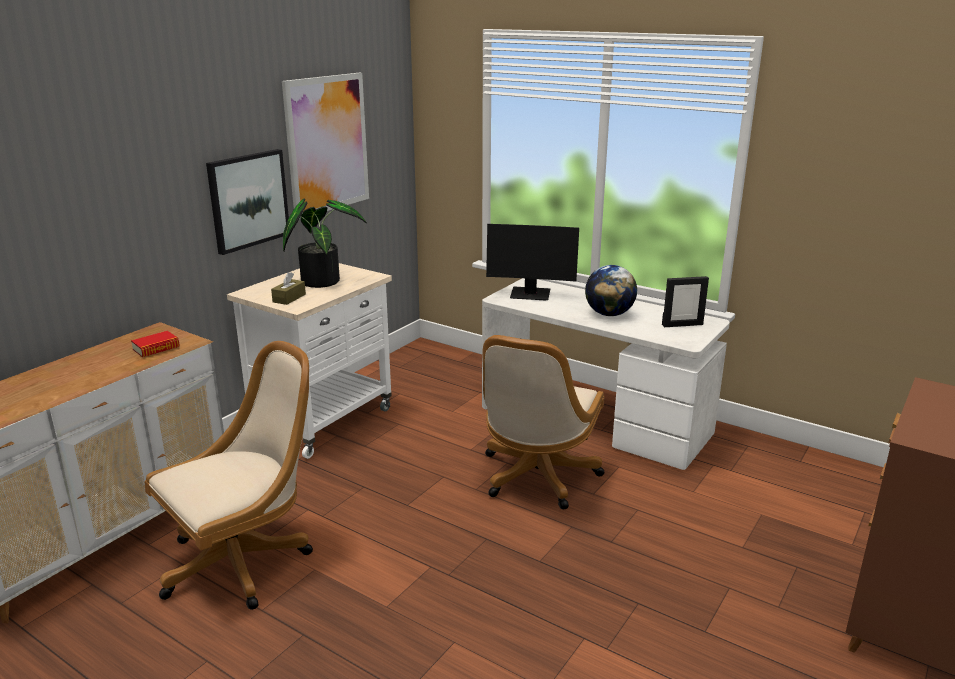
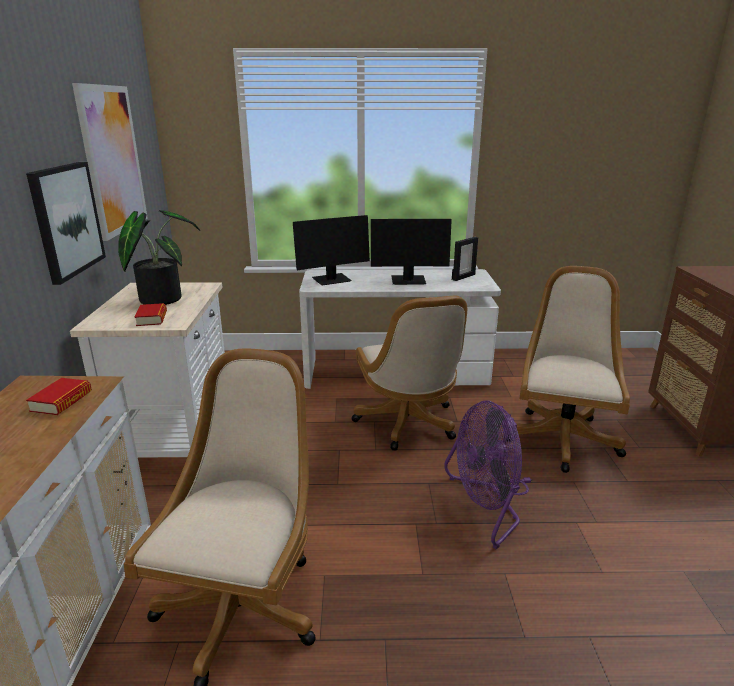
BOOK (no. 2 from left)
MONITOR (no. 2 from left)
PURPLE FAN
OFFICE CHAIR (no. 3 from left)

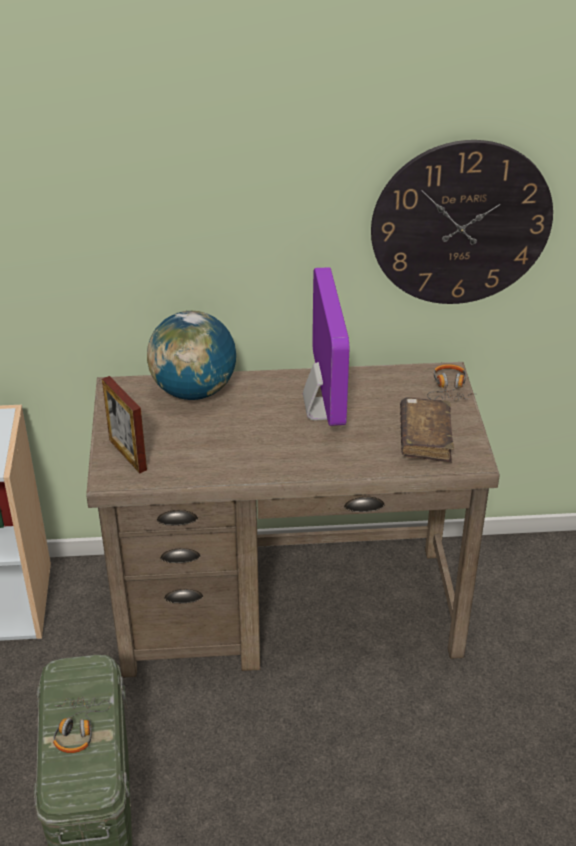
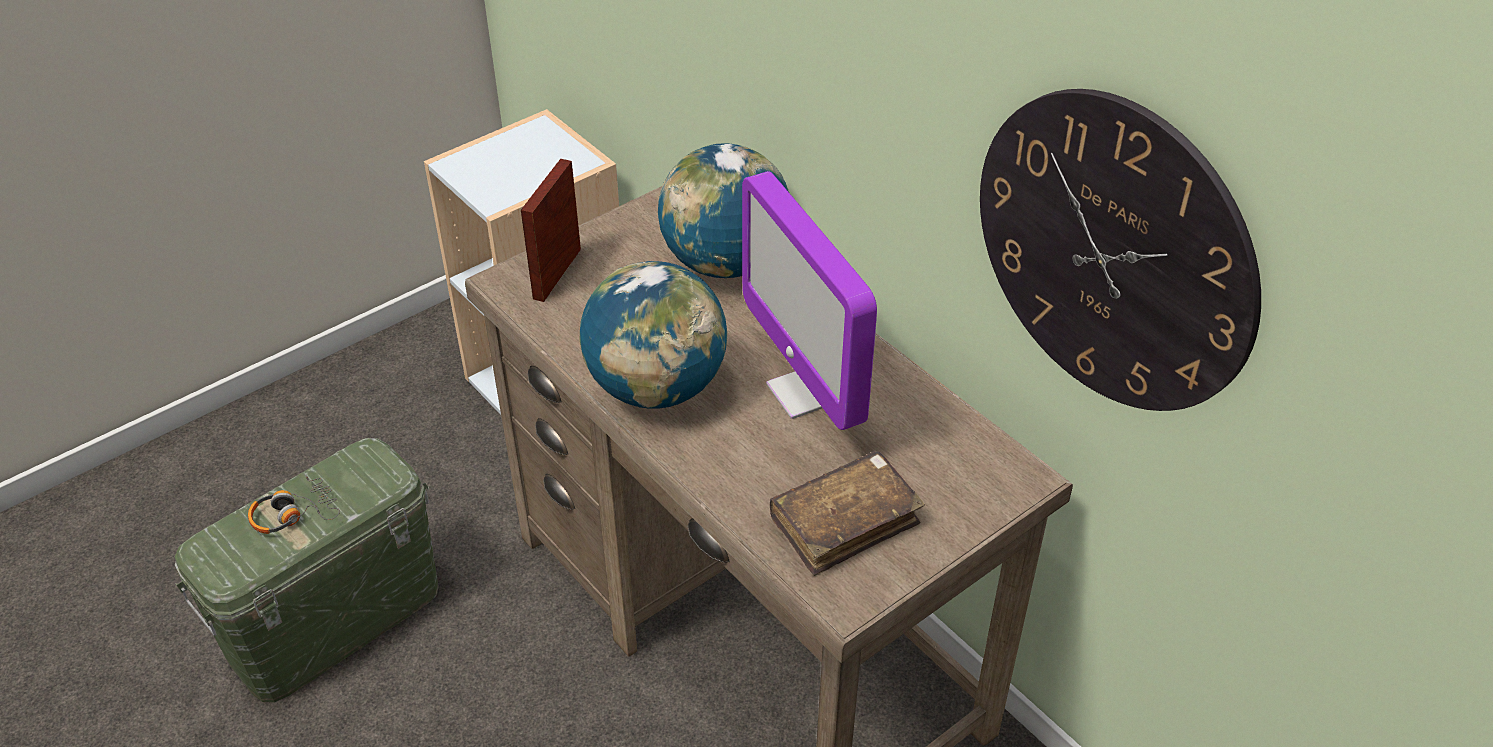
MONITOR
HEADPHONES (no. 2 from left in the first image)
GLOBE (no. 1 from left)

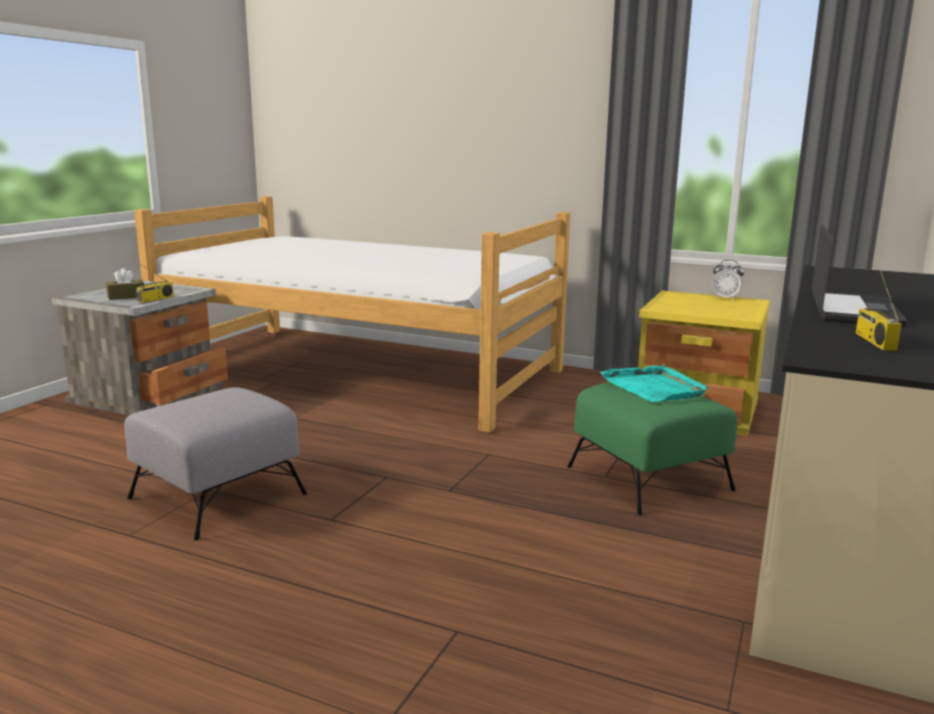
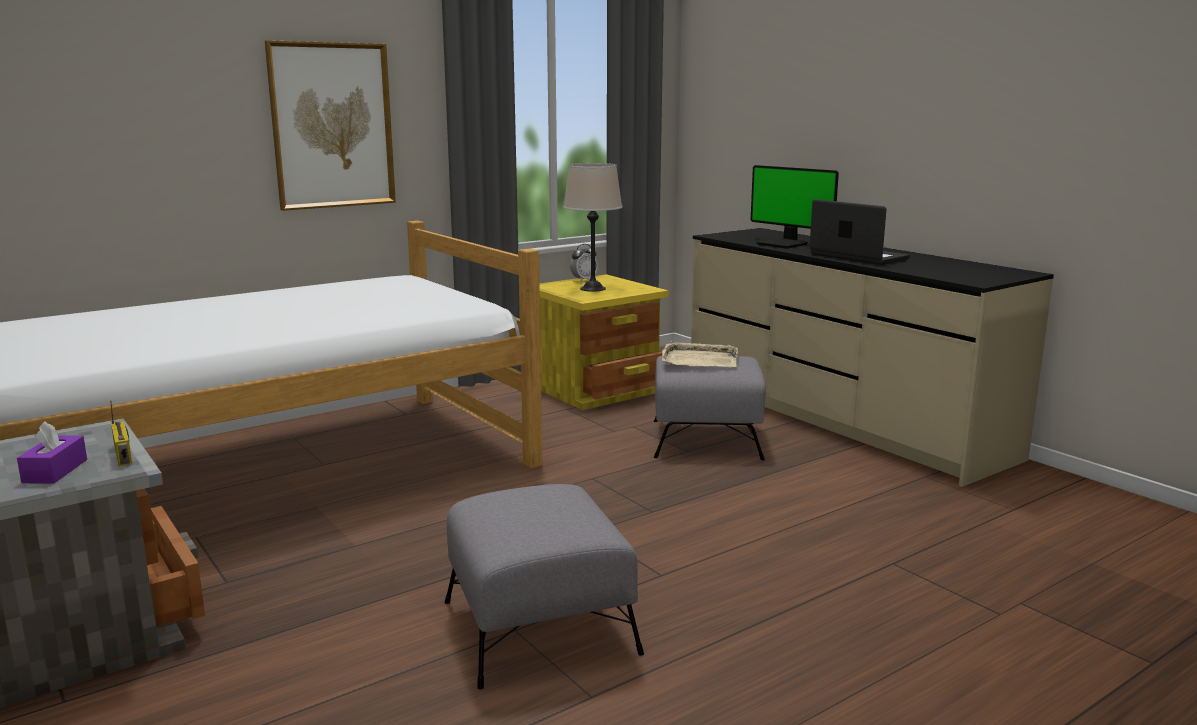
PURPLE TISSUE BOX
GREY OTTOMAN (no. 2 from left)
BEIGE TRAY
RADIO (no. 2 from left in the first image)
PICTURE
BEIGE TABLE LAMP
MONITOR

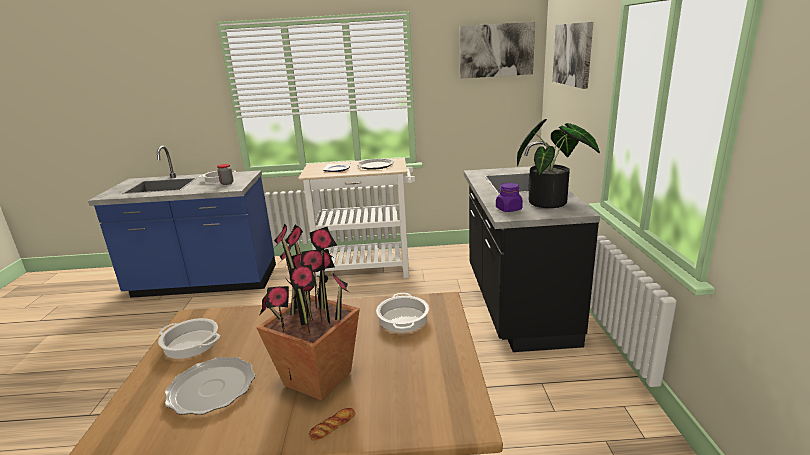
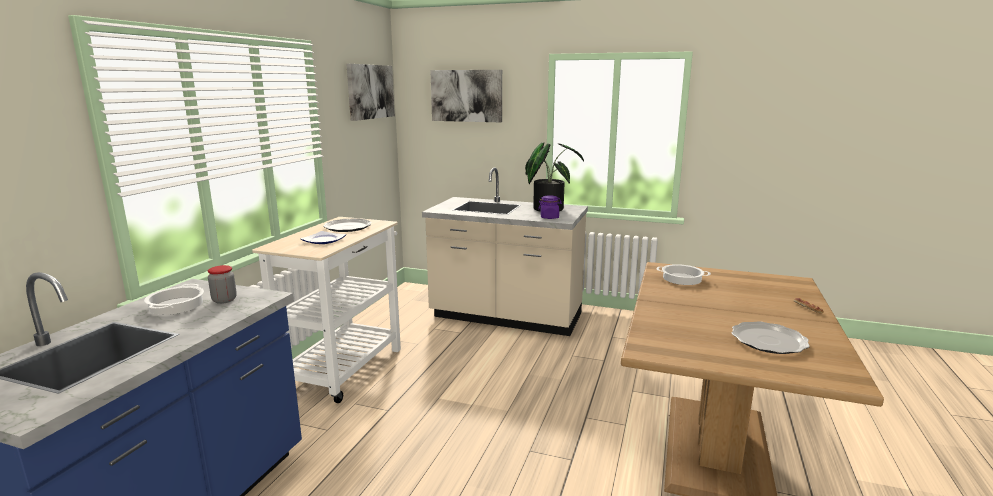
COOKING POT (no. 1 from left in the first image)
POTTED PLANT (no. 1 from left in the first image)
BEIGE COUNTER

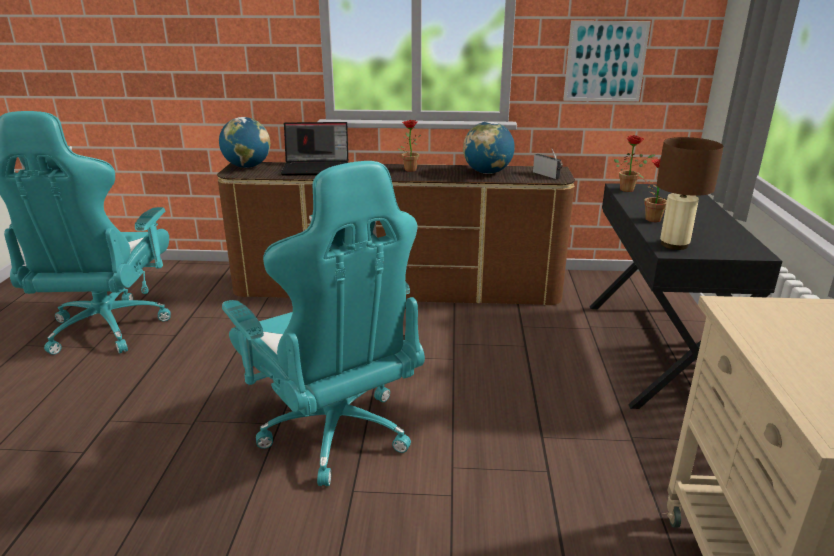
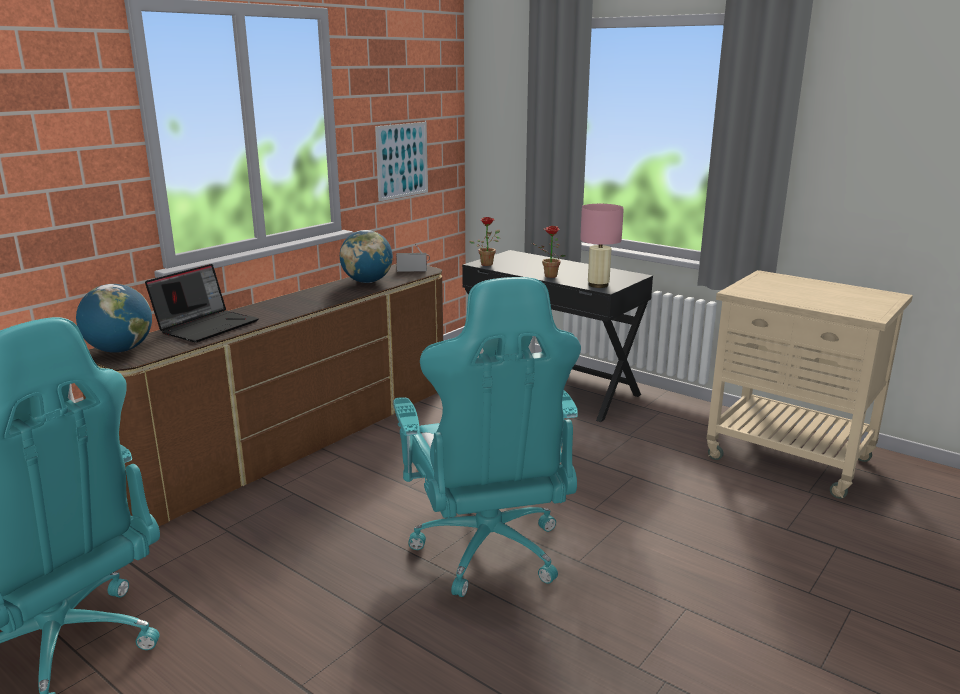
TURQUOISE OFFICE CHAIR (no. 2 from left)
POTTED PLANT (no. 1 from left in the first image)
PINK TABLE LAMP

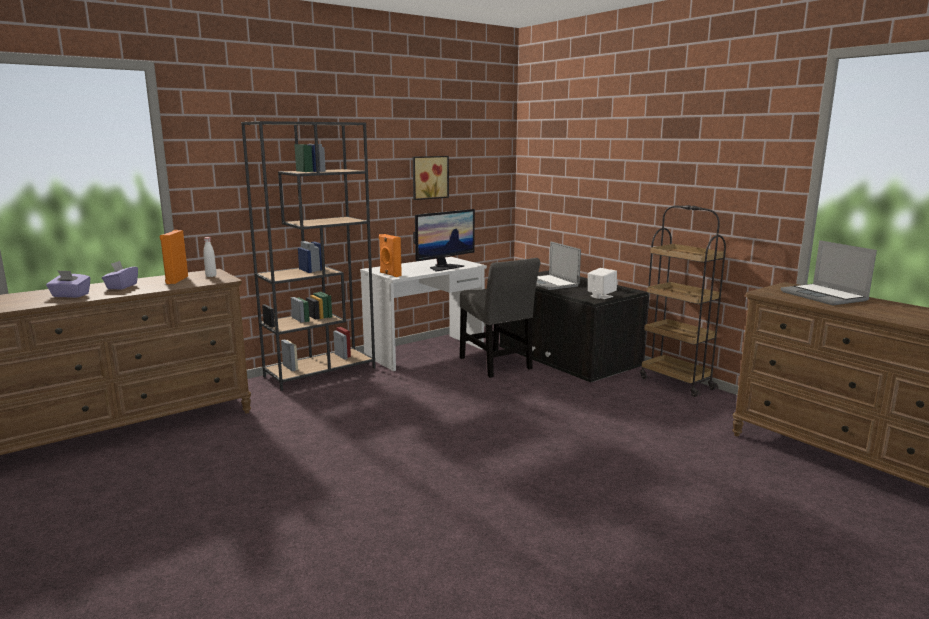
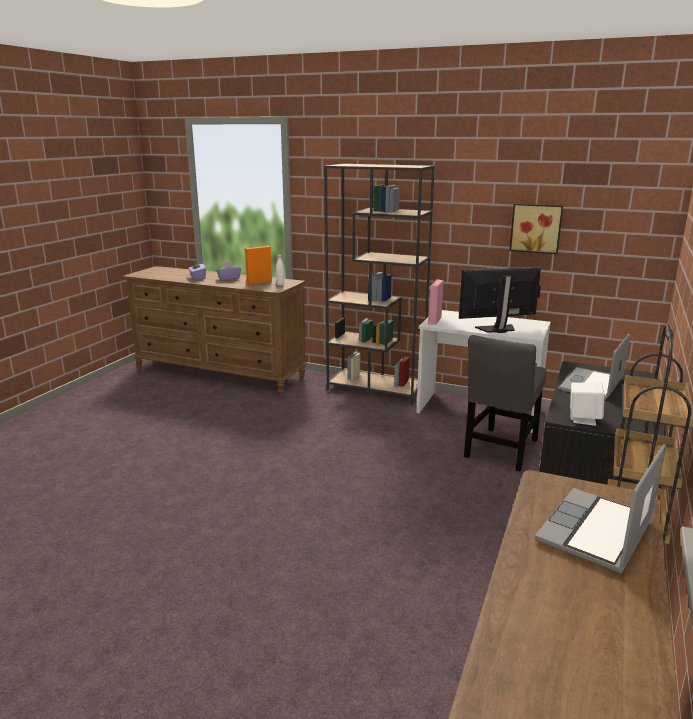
PINK SPEAKER
MONITOR

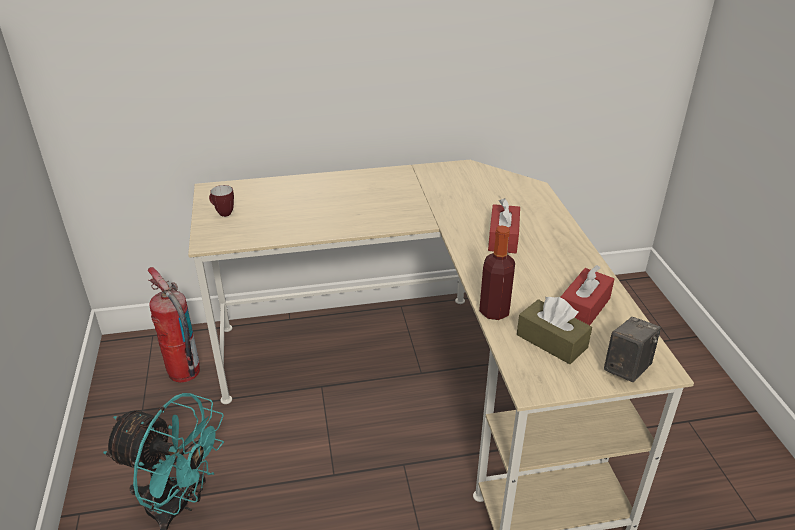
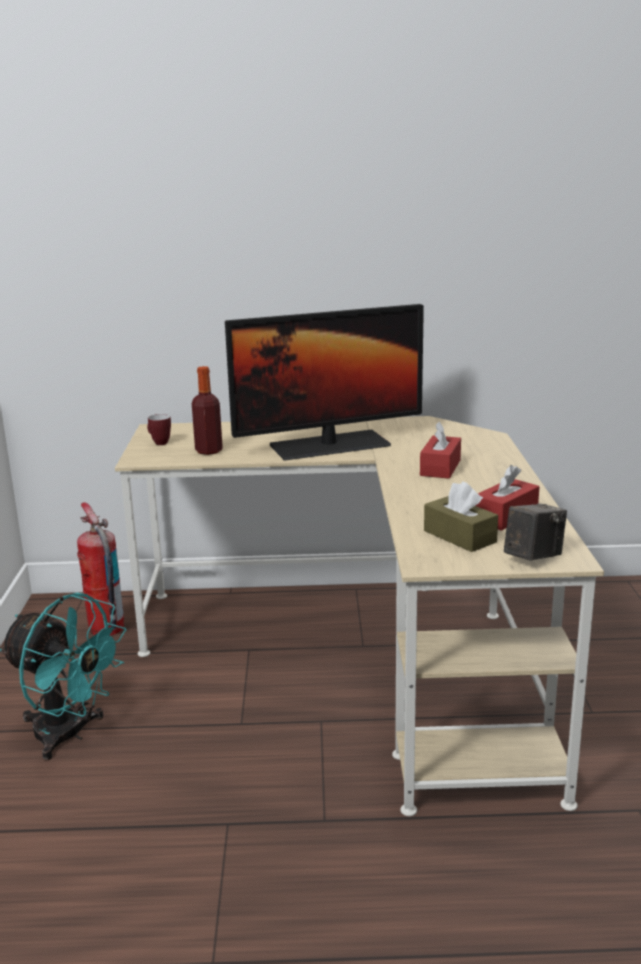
BOTTLE
MONITOR

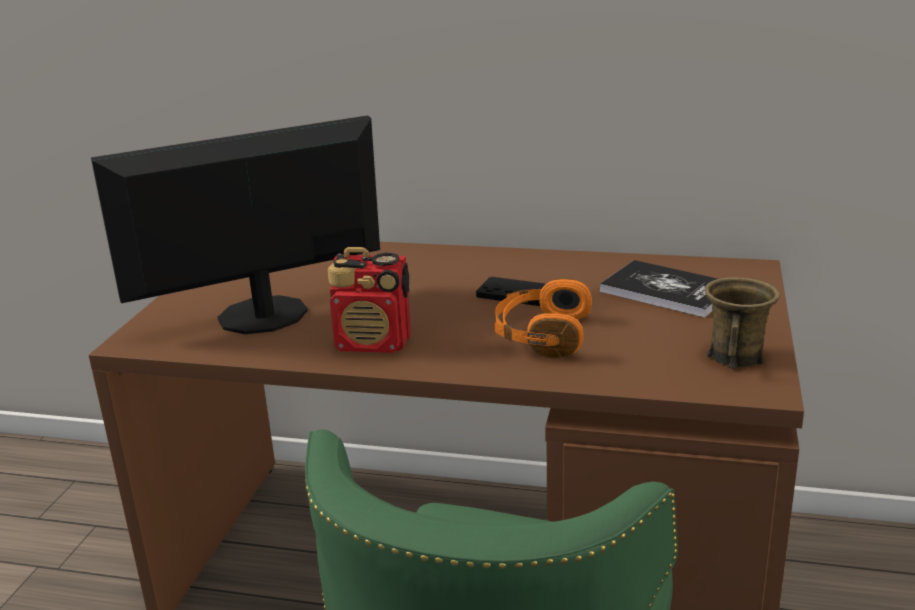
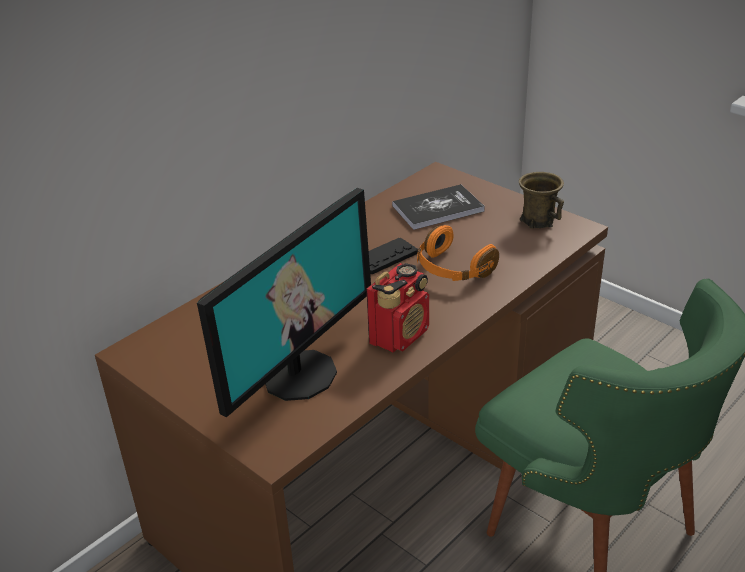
MONITOR

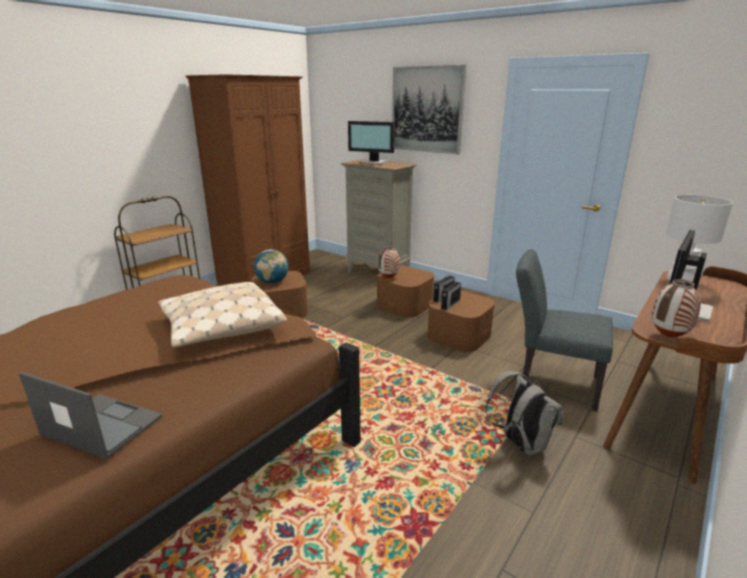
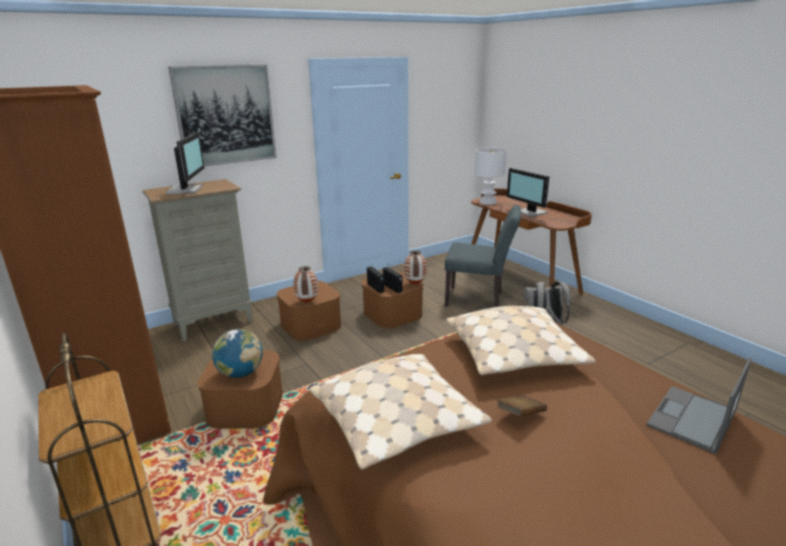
MONITOR (no. 1 from left)
GREY CHAIR
VASE (no. 2 from left)
BEIGE PILLOW (no. 1 from left)
BROWN BOOK

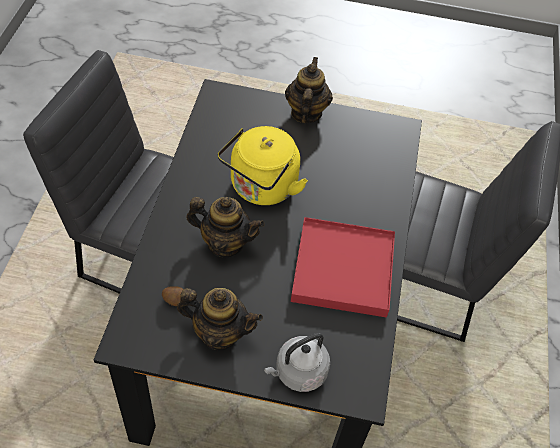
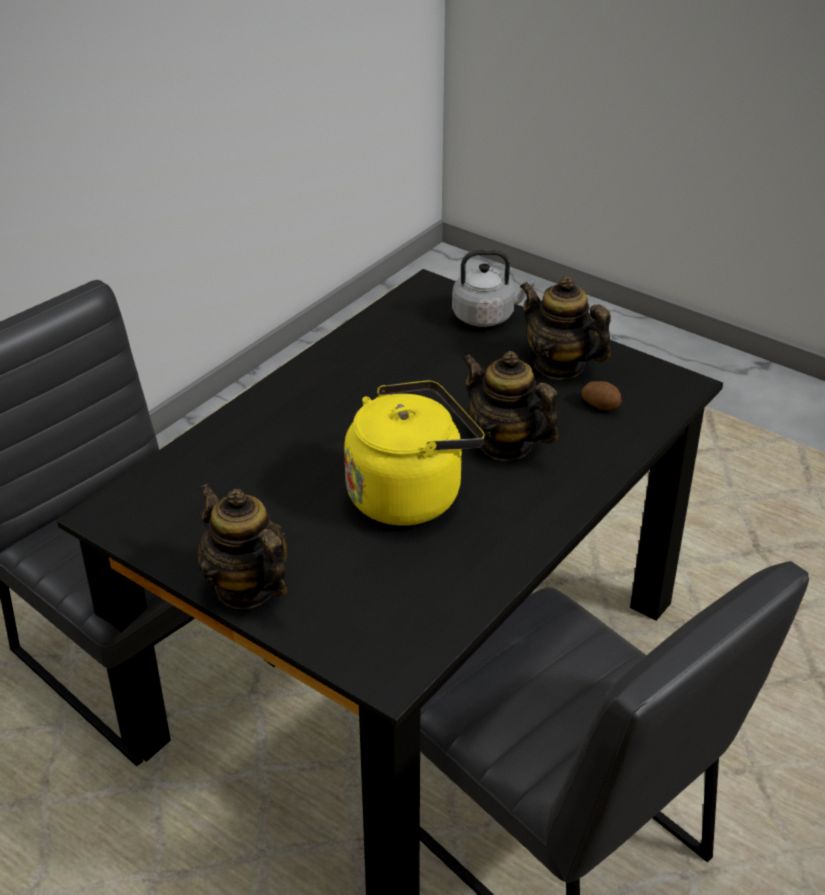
TEAPOT (no. 1 from left)
RED TRAY

